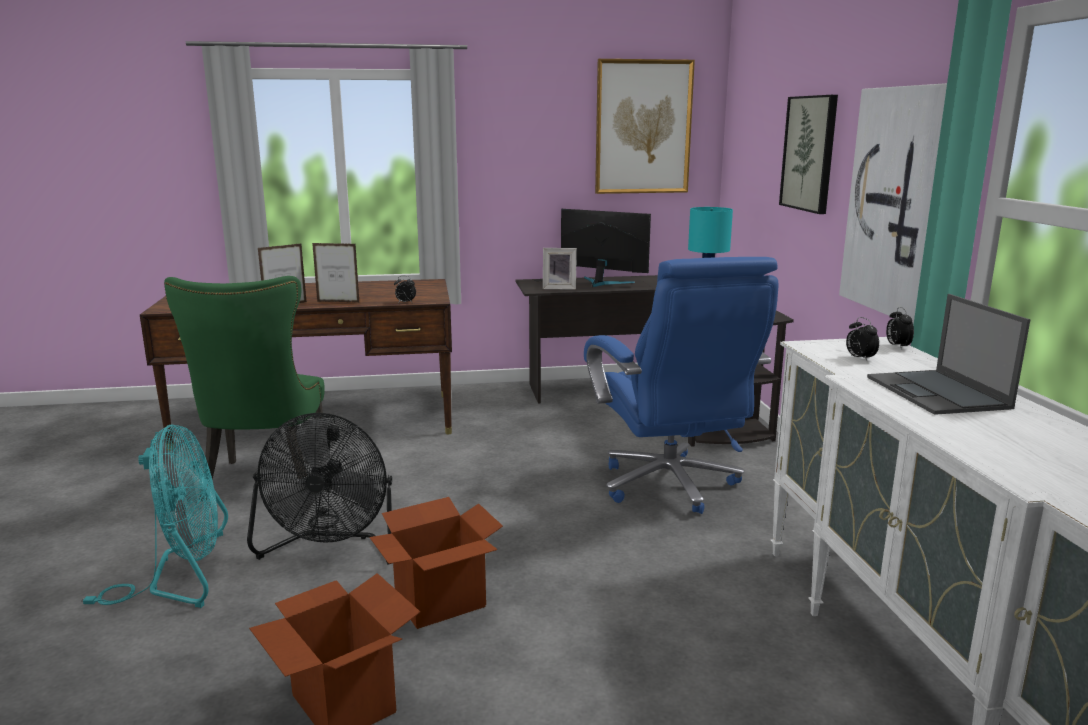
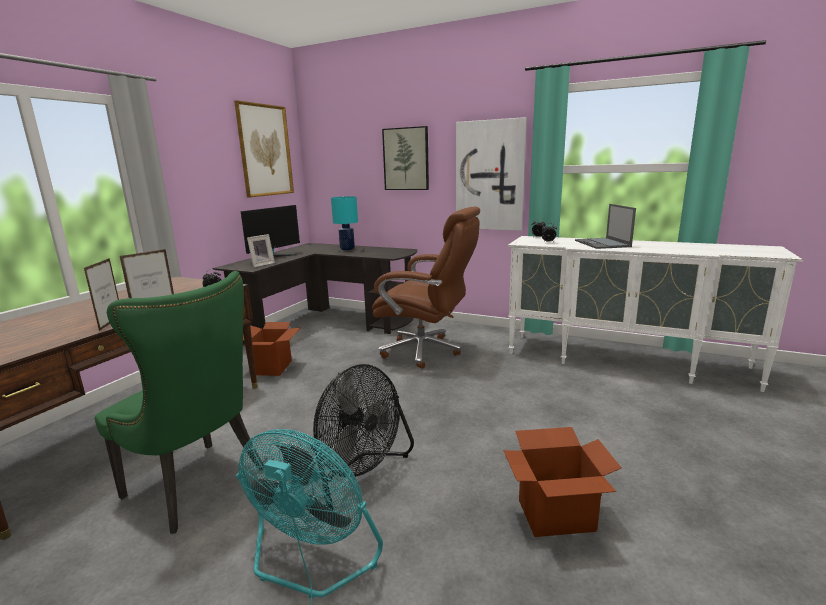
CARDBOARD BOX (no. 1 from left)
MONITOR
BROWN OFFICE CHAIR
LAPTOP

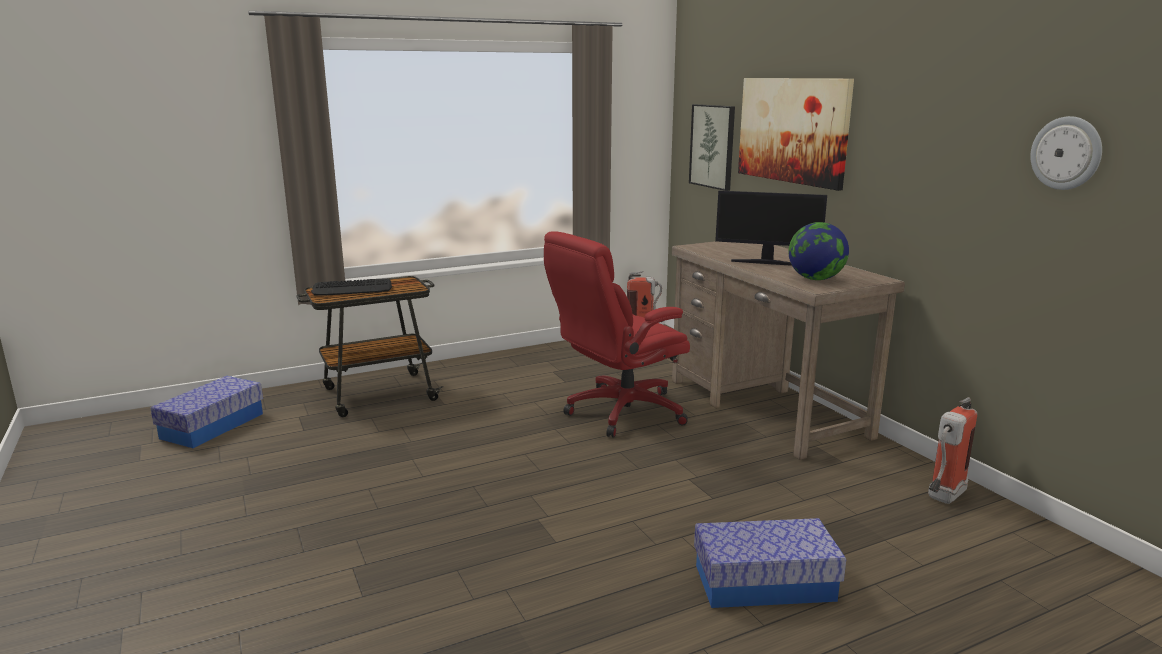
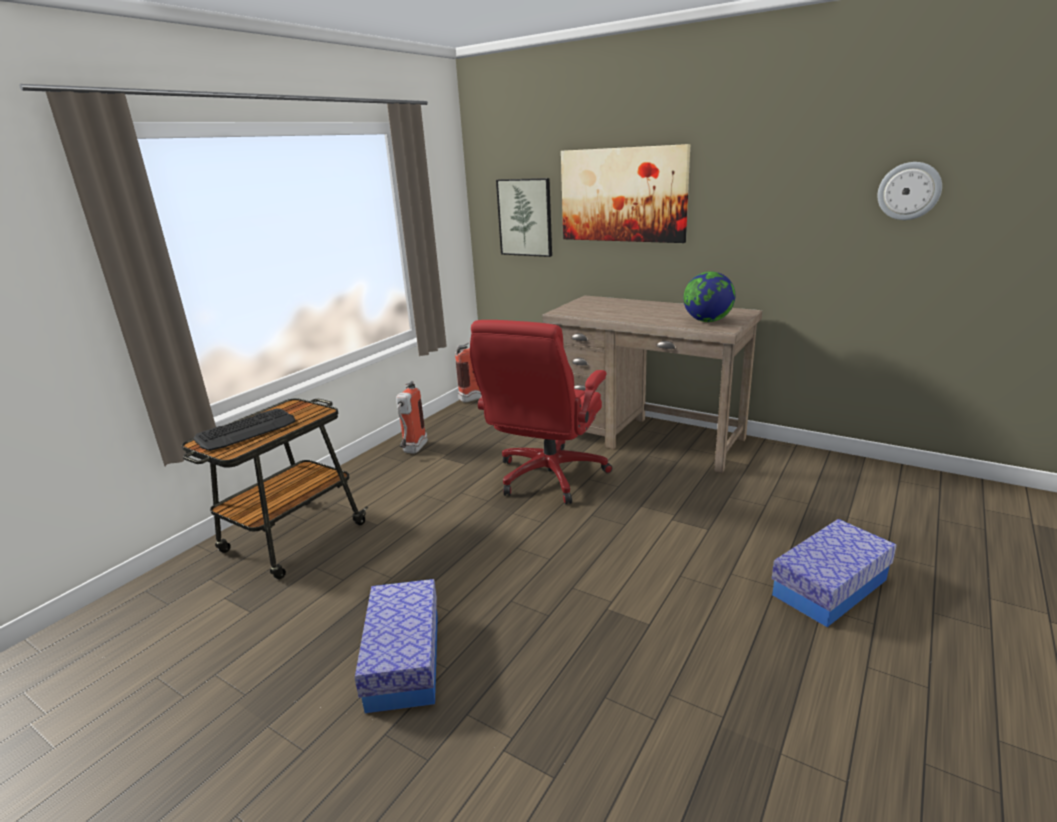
STORAGE BOX (no. 1 from left)
MONITOR
FIRE EXTINGUISHER (no. 1 from left)

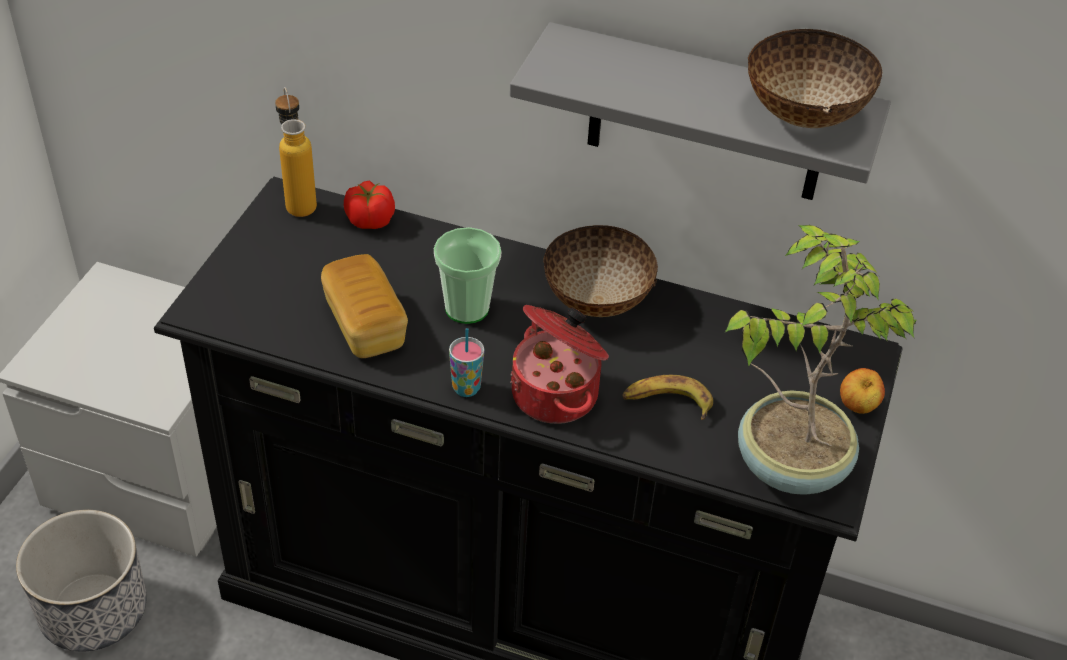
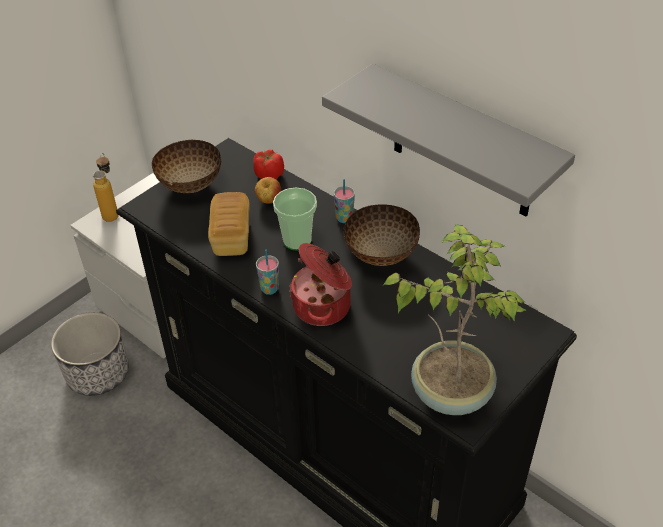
BOTTLE
BANANA
BOWL (no. 1 from left)
APPLE
CUP (no. 3 from left)

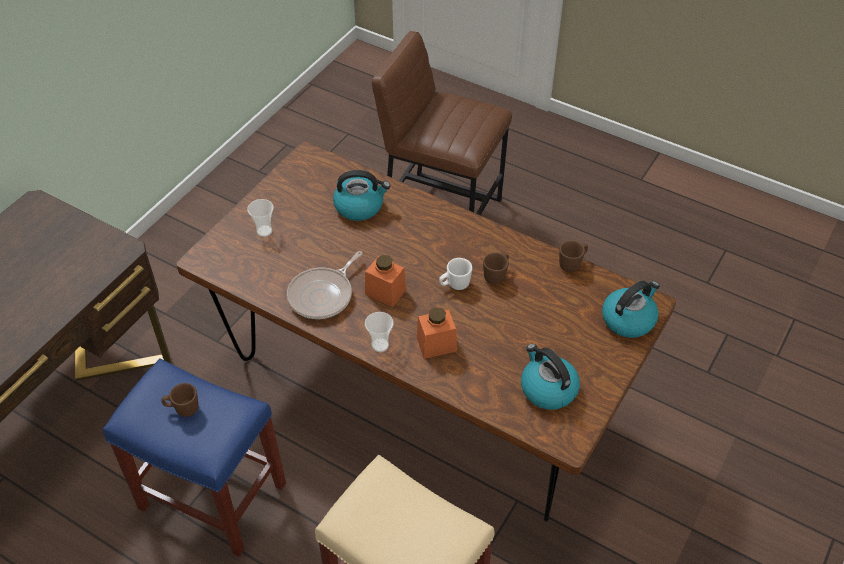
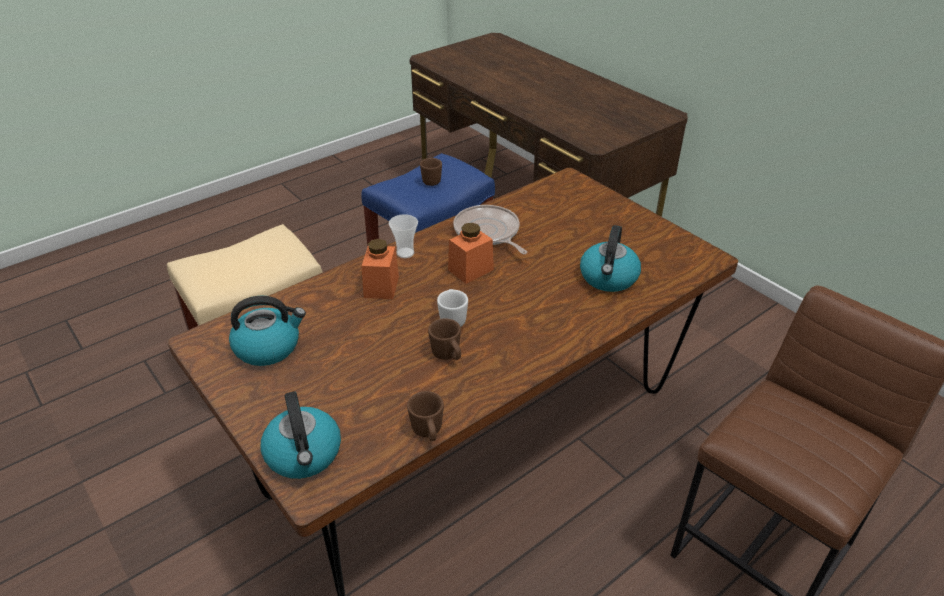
CUP (no. 1 from left in the first image)

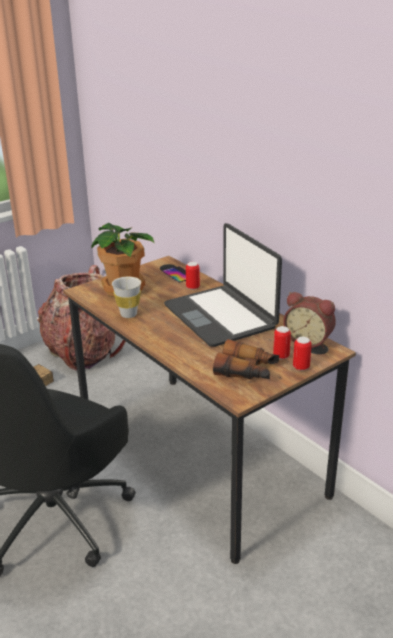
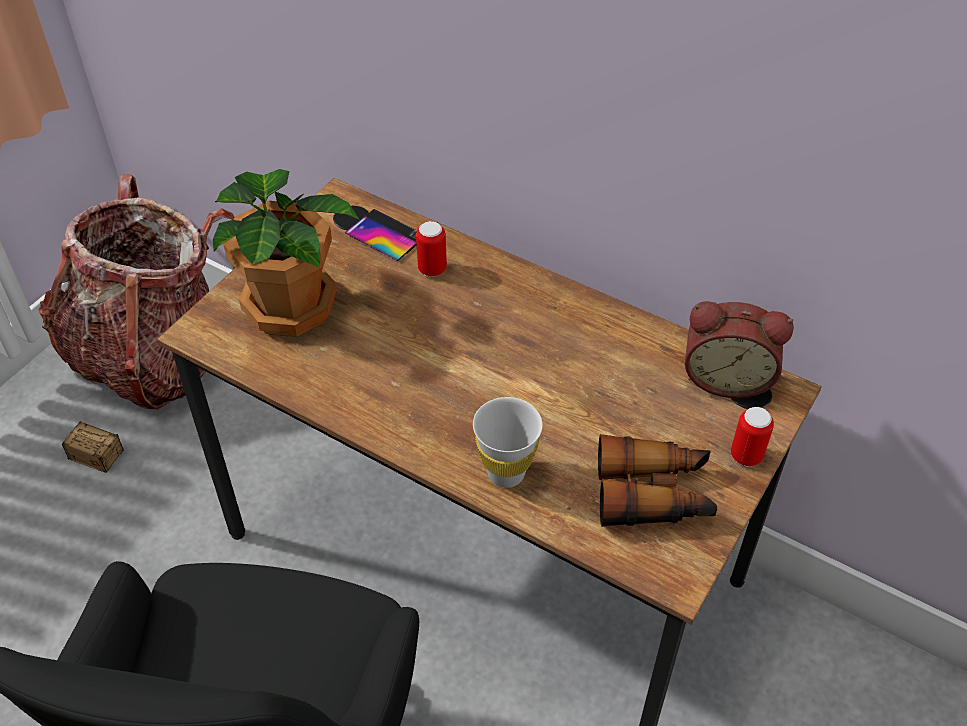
WHITE CUP
LAPTOP
CAN (no. 2 from left in the first image)

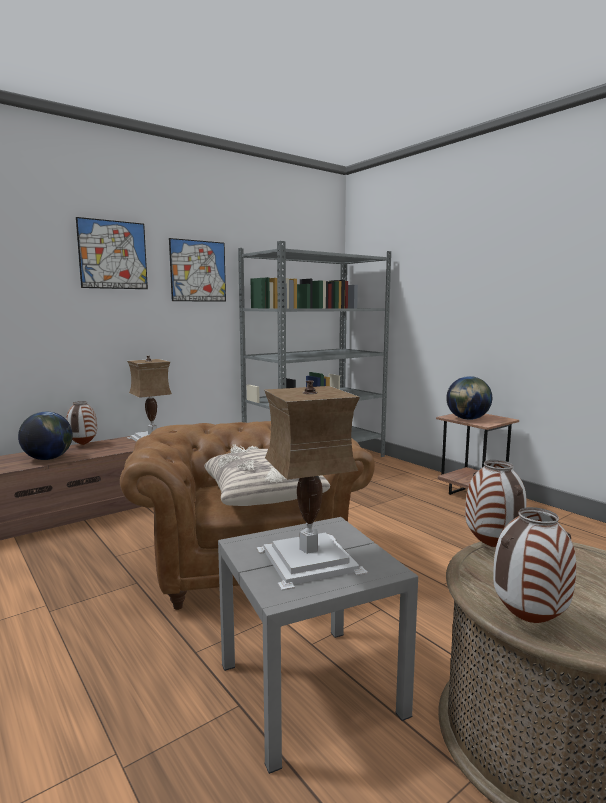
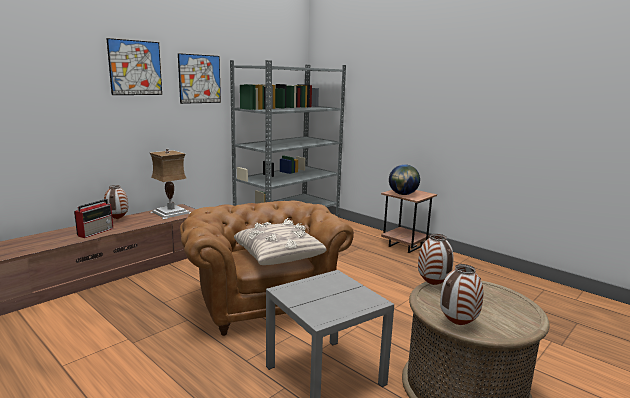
RADIO
TABLE LAMP (no. 2 from left in the first image)

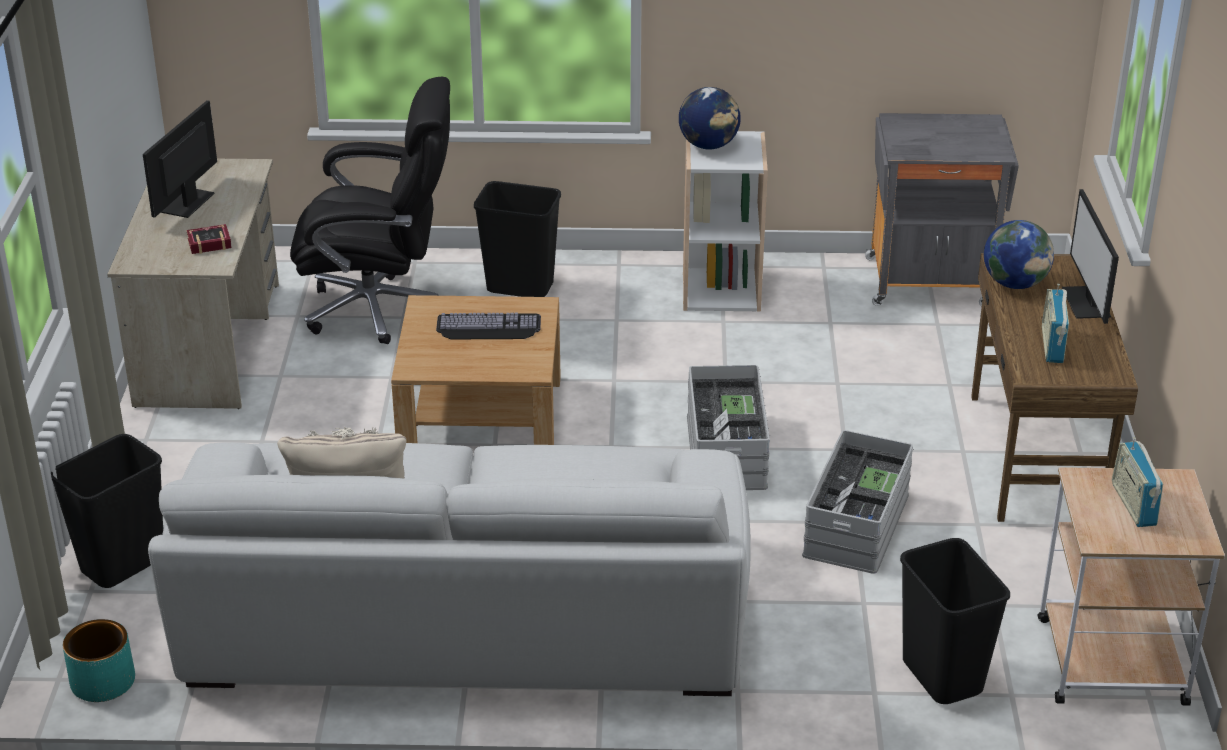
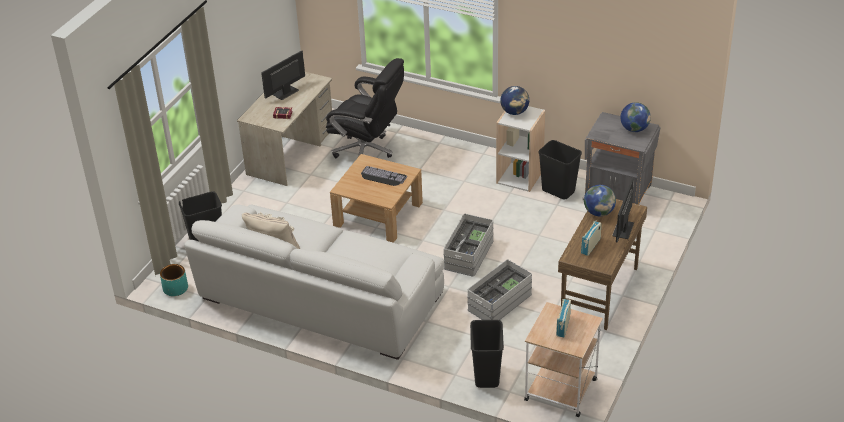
BLACK TRASH CAN (no. 3 from left)
GLOBE (no. 3 from left)

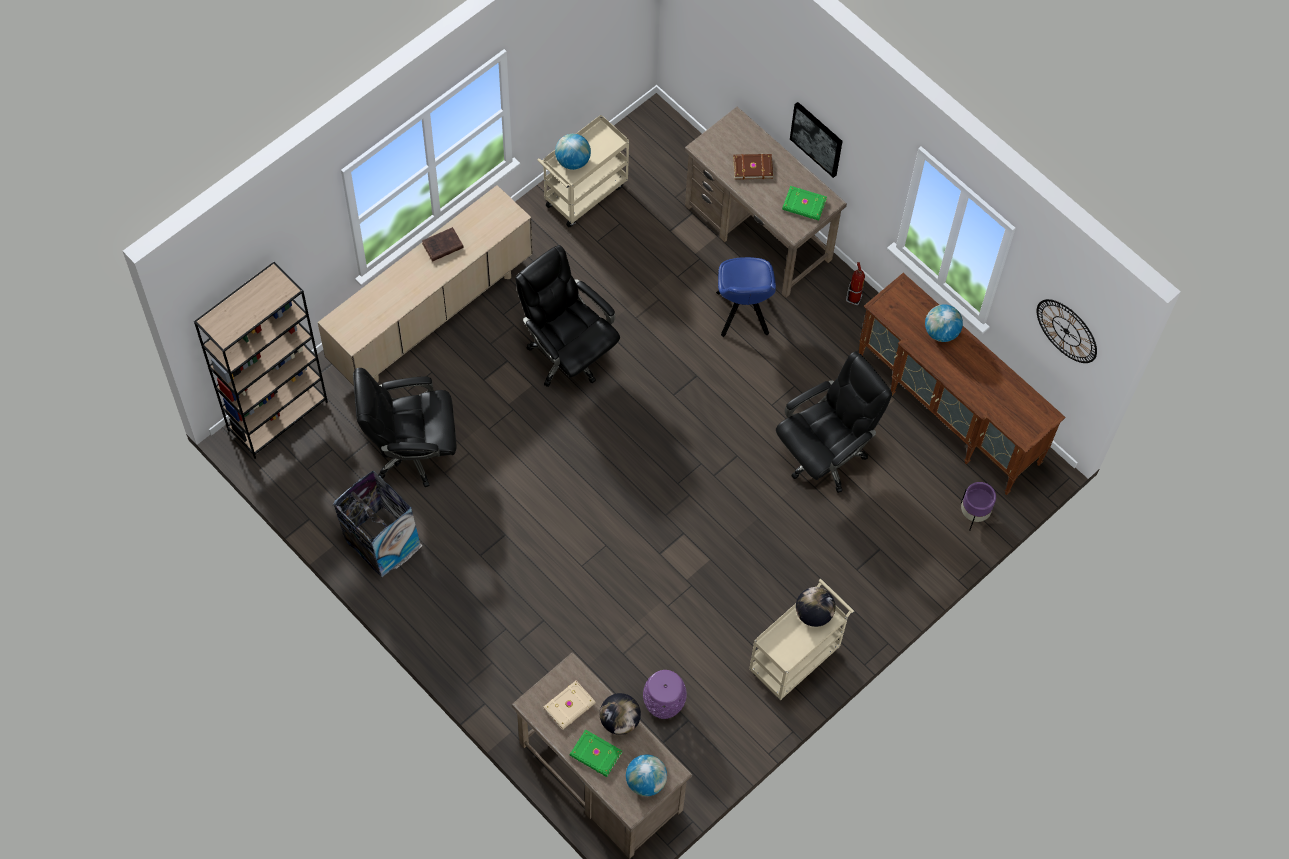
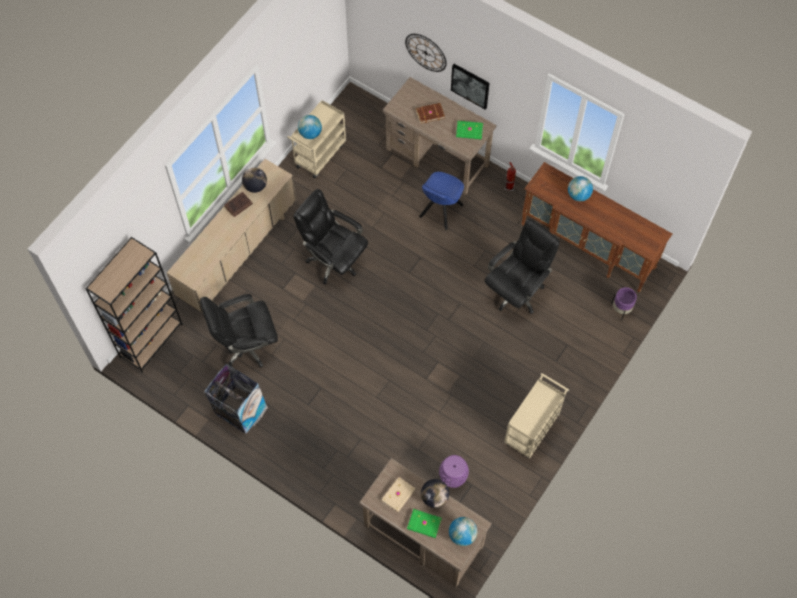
BLUE CHAIR
GLOBE (no. 1 from left)
WALL CLOCK

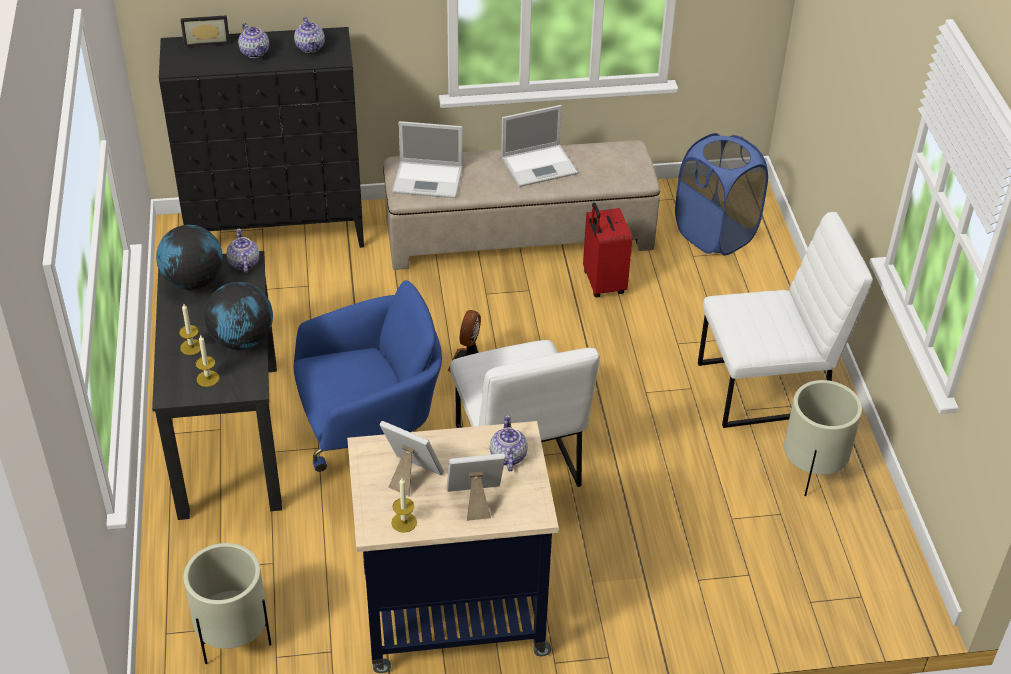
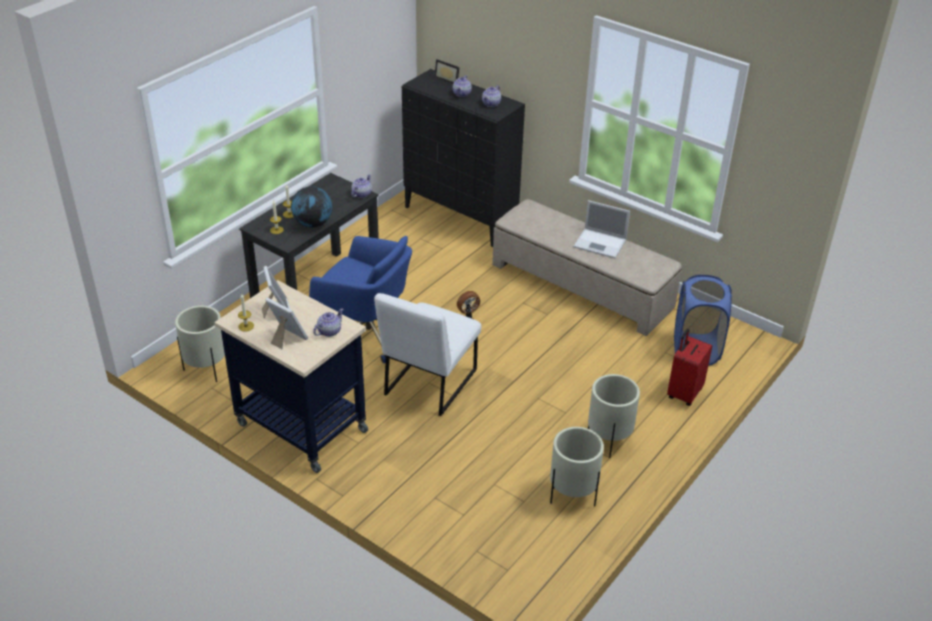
GLOBE (no. 1 from left in the first image)
LAPTOP (no. 1 from left in the first image)
RED SUITCASE
BEIGE PLANTER (no. 3 from left)

